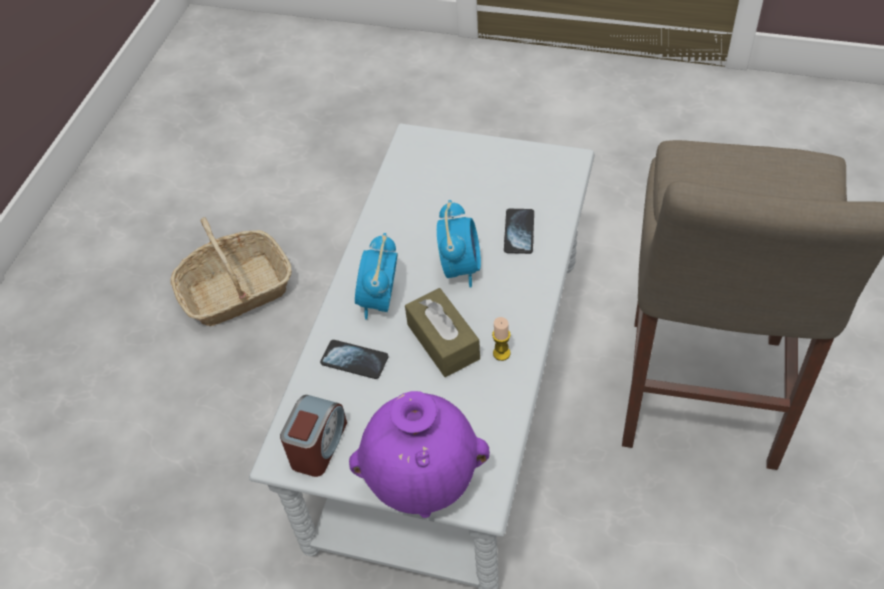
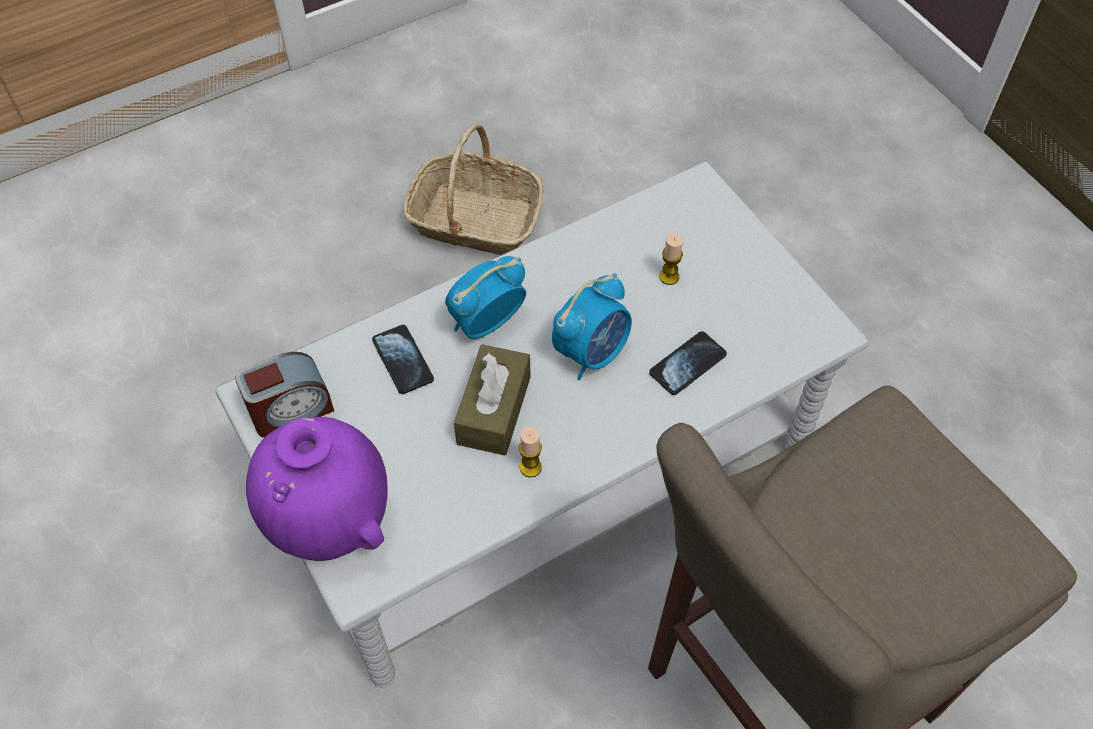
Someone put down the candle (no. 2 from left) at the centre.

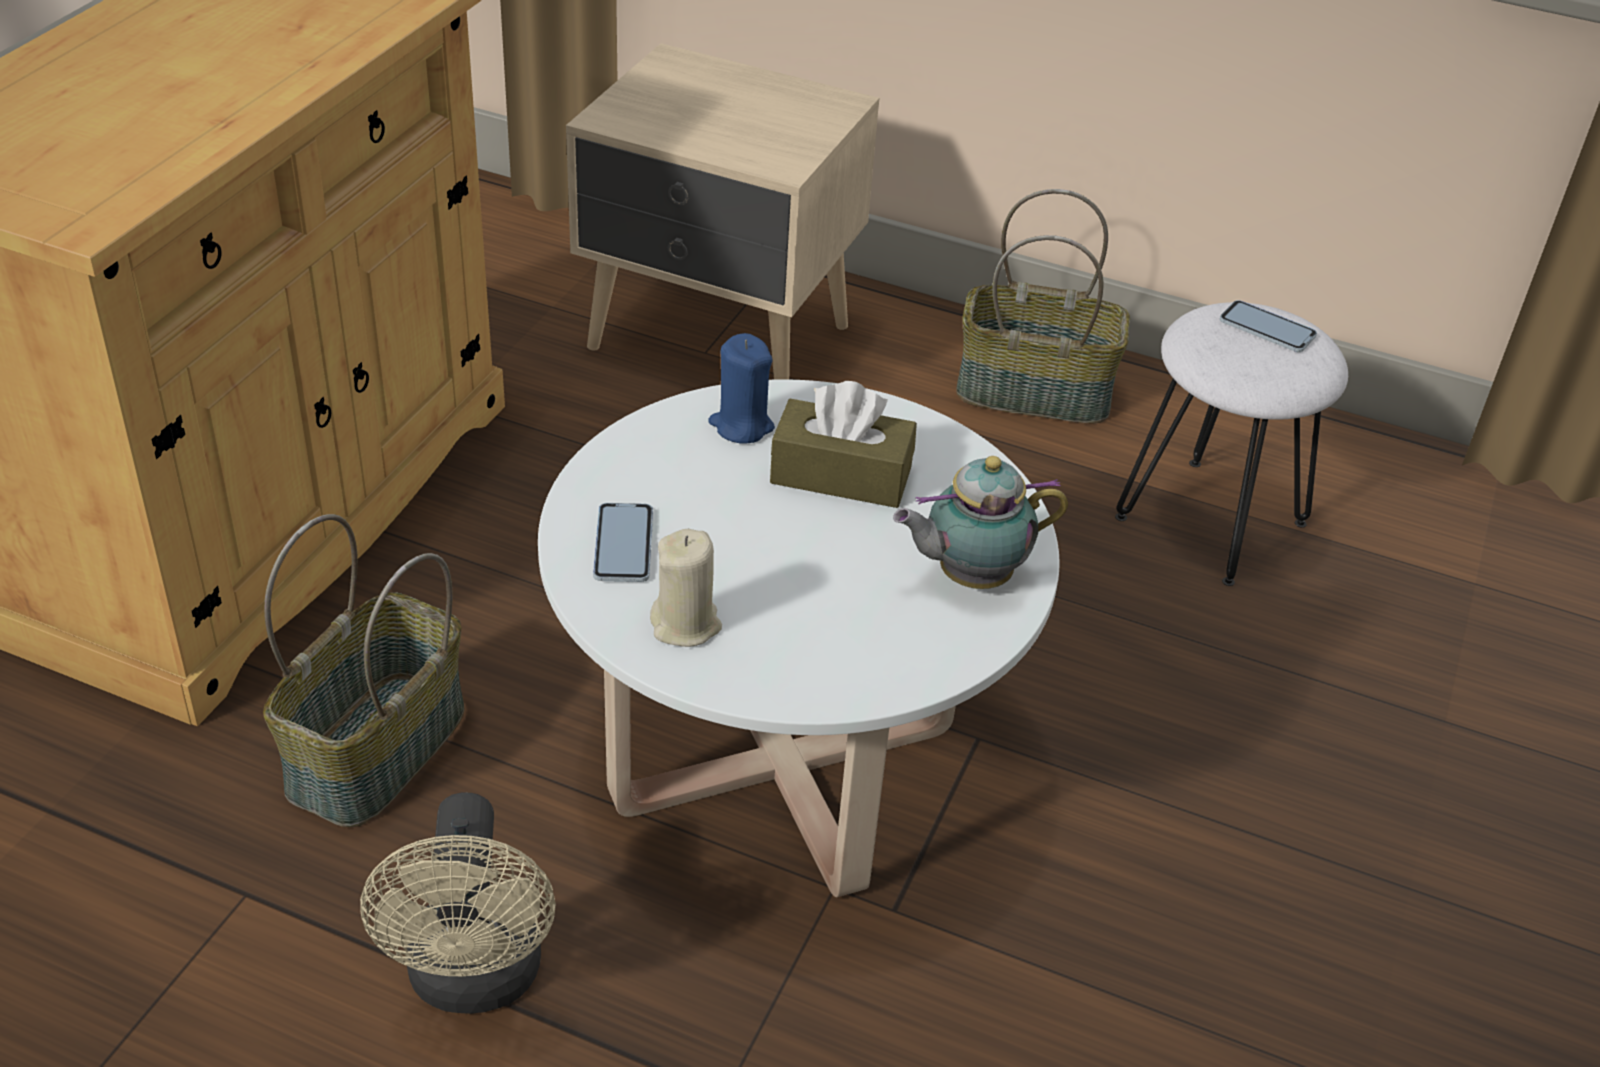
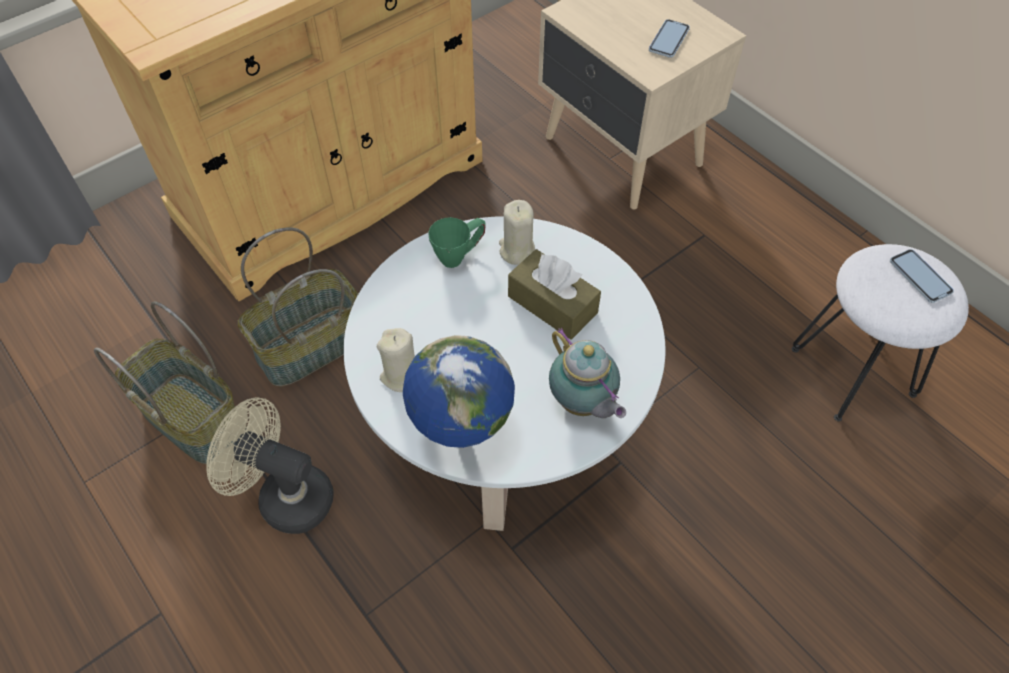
Someone carried the storage_basket (no. 2 from left in the first image) from the top centre to the middle left.
Someone rotated the beige_fan at the bottom left by 90 degrees clockwise.
Someone put down the world_globe at the centre.
Someone put down the green_coffee_mug at the centre.
Someone repainted the blue_candle at the centre, which became the beige_candle (no. 2 from left) at the centre.
Someone rotated the pot_for_tea at the centre by 135 degrees counterclockwise.
Someone carried the handset (no. 1 from left) from the centre to the top centre.

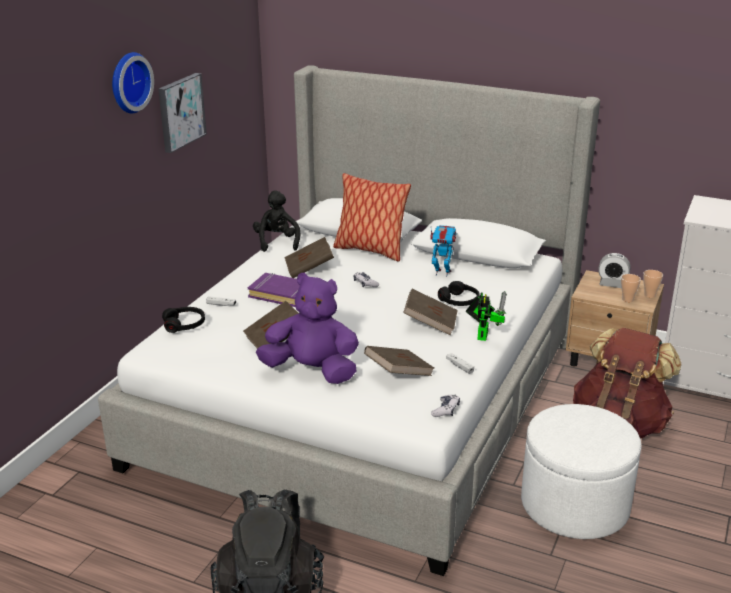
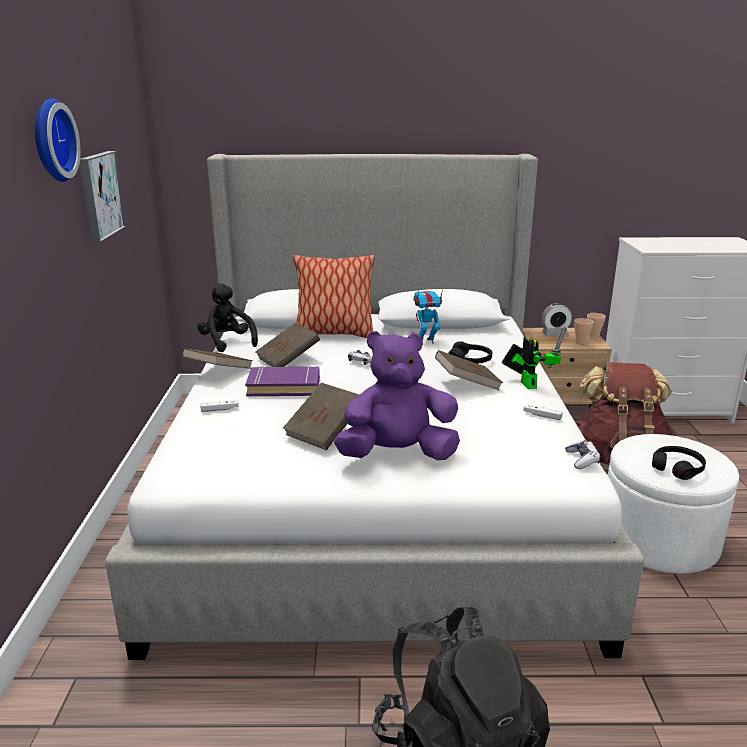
Someone carried the brown-coloured_book (no. 3 from left in the first image) from the centre to the middle left.
Someone carried the blackish_headphones (no. 1 from left in the first image) from the middle left to the middle right.

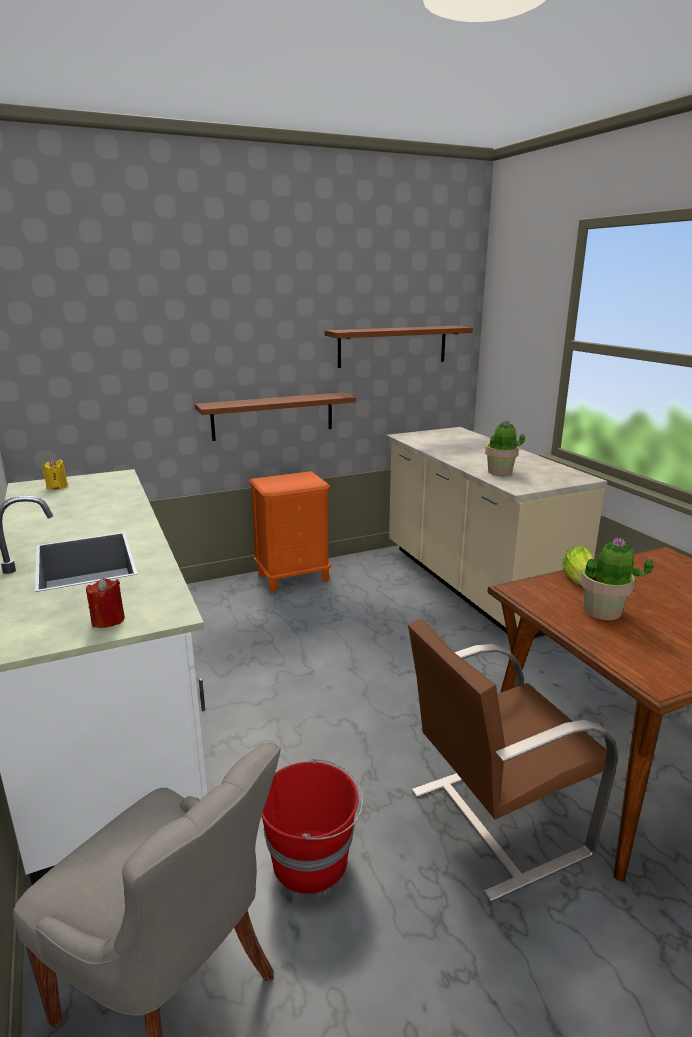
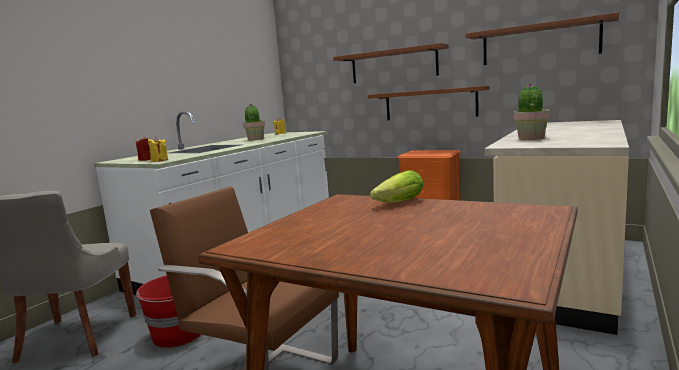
Someone put down the yellow-coloured_candle (no. 1 from left) at the middle left.
Someone carried the plant_in_a_pot (no. 2 from left in the first image) from the middle right to the top centre.
Someone put up the brown-coloured_wall_shelf (no. 1 from left) at the top centre.

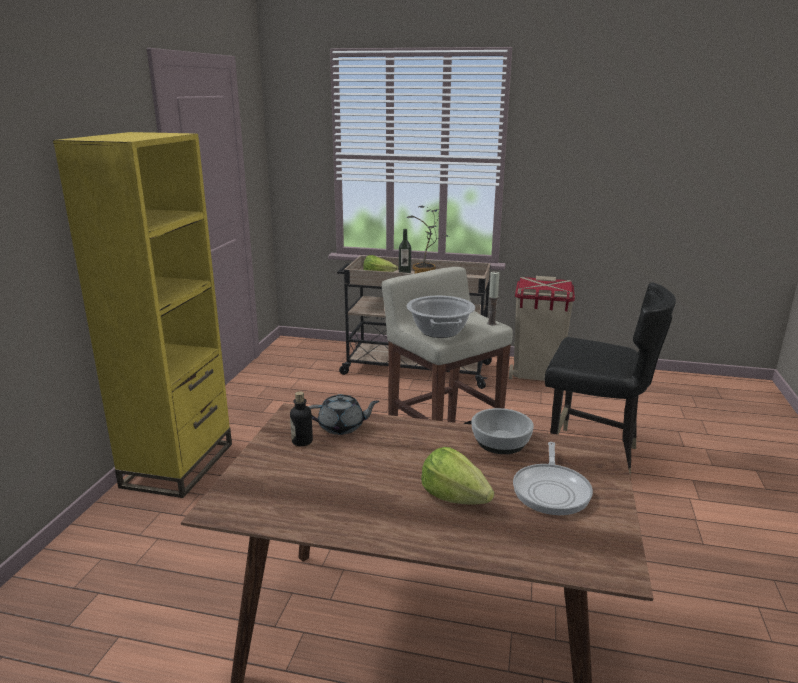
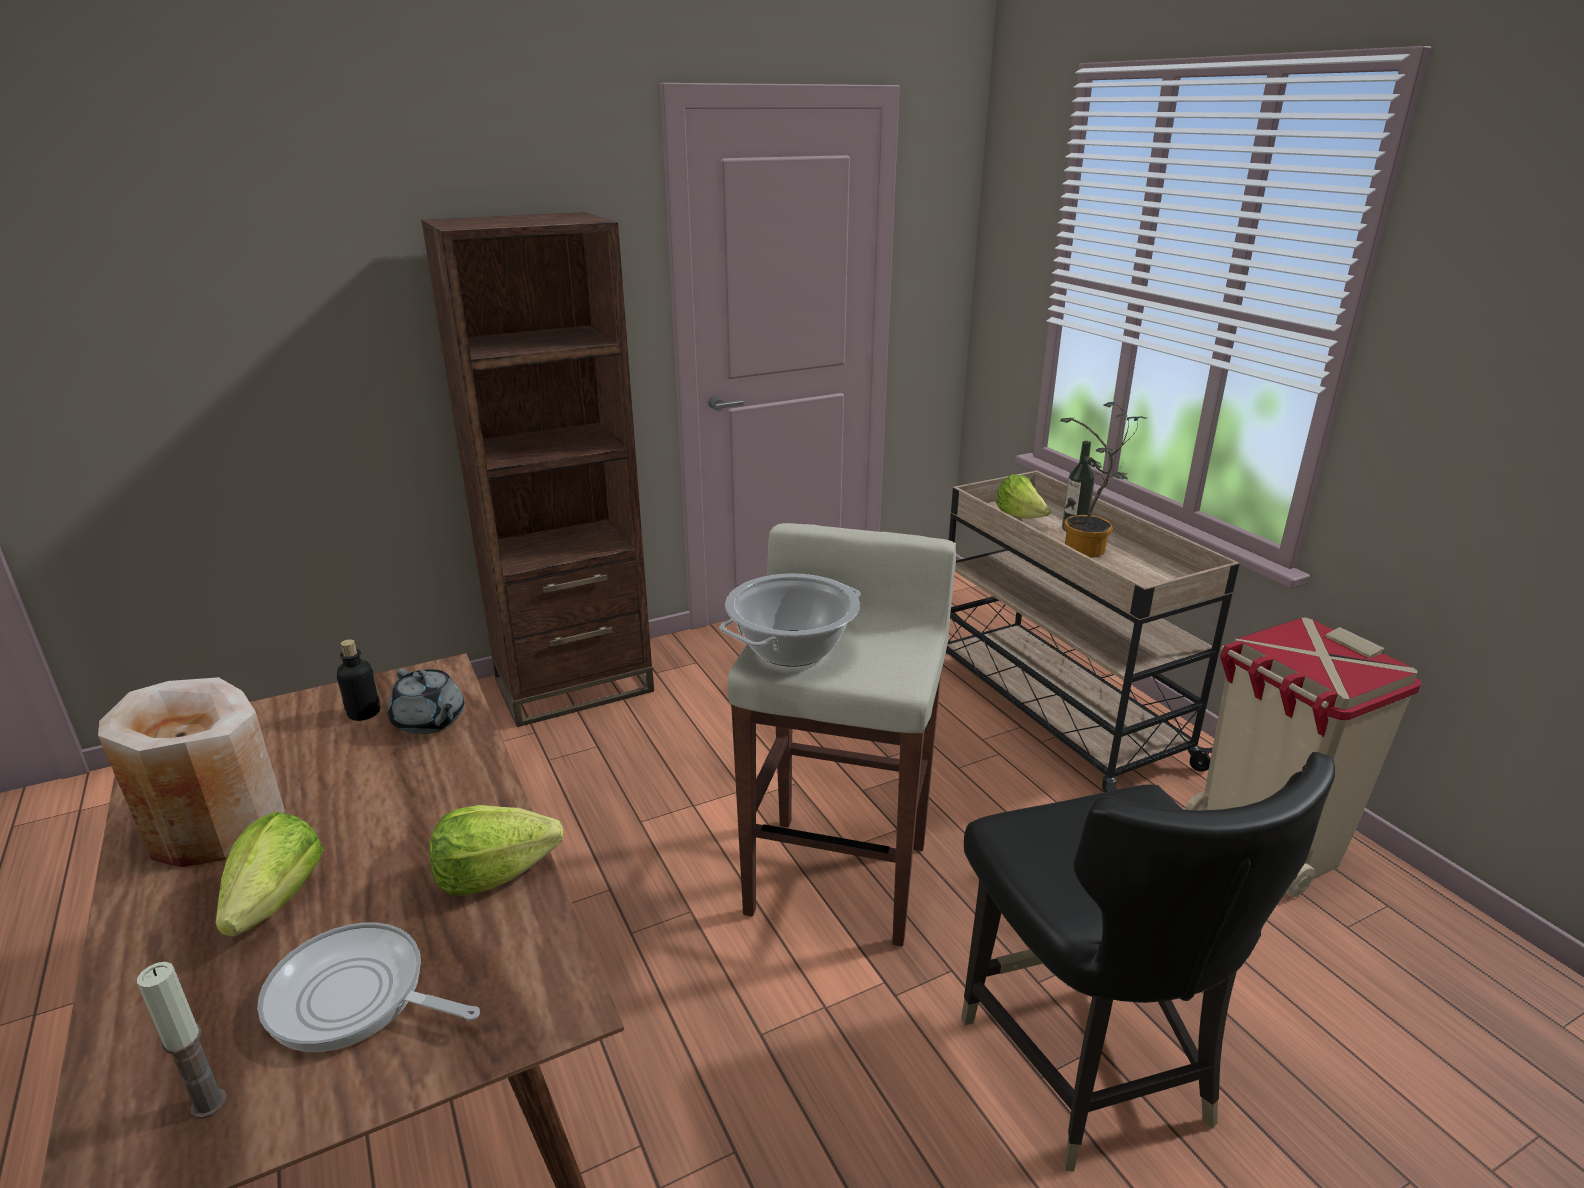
Someone put down the beige_flower_vase at the middle left.
Someone carried the candle from the centre to the bottom left.
Someone rotated the skillet at the bottom right by 45 degrees clockwise.
Someone repainted the yellow-coloured_shelving_unit at the middle left, which became the brown-coloured_shelving_unit at the centre.
Someone swapped the bowl at the centre for the lettuce (no. 2 from left) at the bottom left.

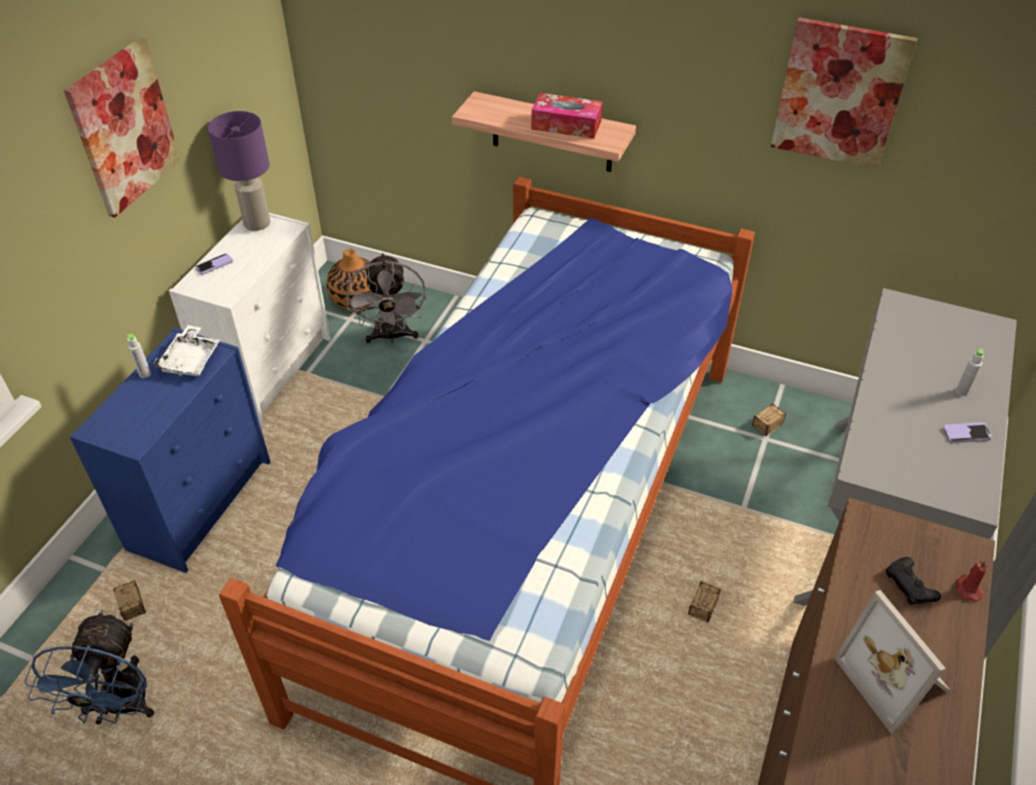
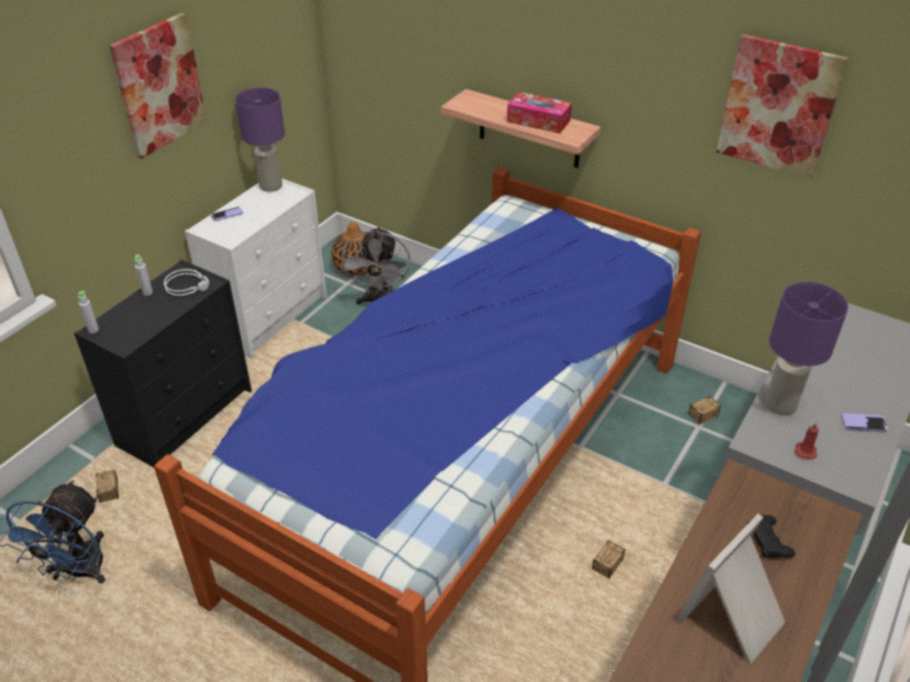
Someone repainted the blue_dresser at the middle left, which became the blackish_dresser at the middle left.
Someone carried the grey_bottle (no. 2 from left in the first image) from the middle right to the middle left.
Someone swapped the white_tray at the middle left for the grey_headphones at the middle left.
Someone rotated the standing_frame at the bottom right by 60 degrees clockwise.
Someone put down the purple_lamp_for_a_table (no. 2 from left) at the middle right.
Someone carried the reddish_candle from the bottom right to the middle right.

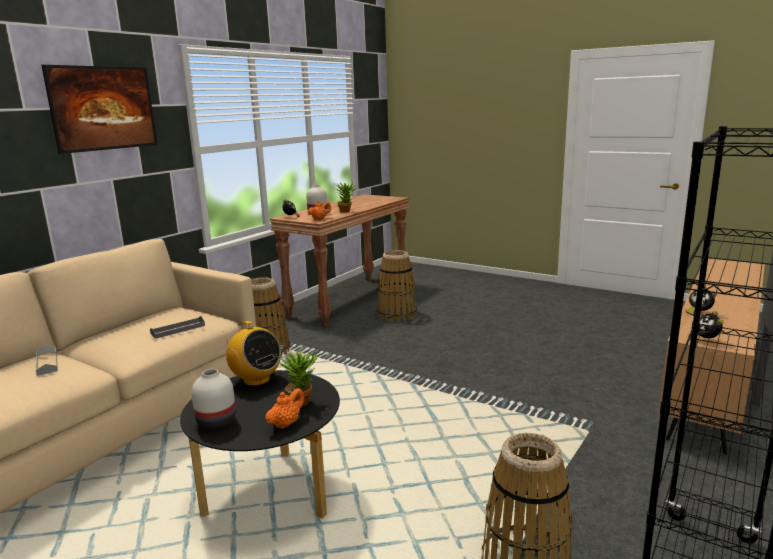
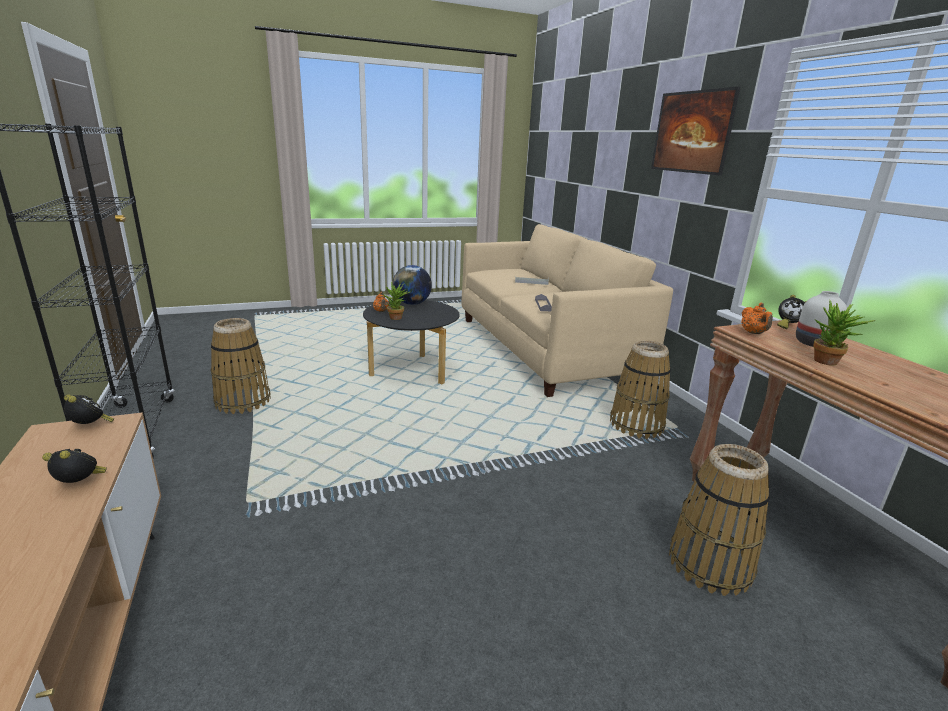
Someone swapped the white_flower_vase (no. 1 from left) at the bottom left for the world_globe at the centre.
Someone took away the radio_receiver at the middle left.

